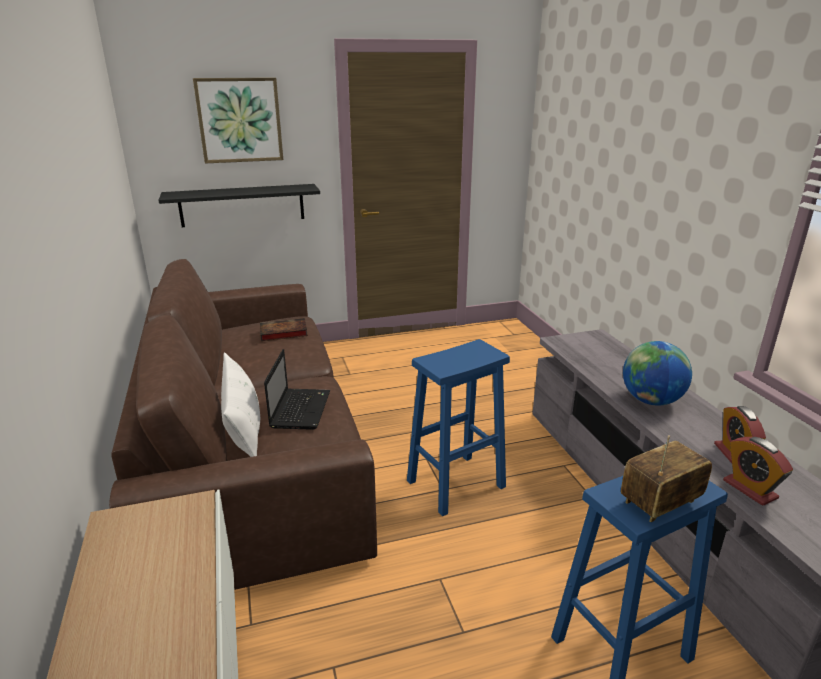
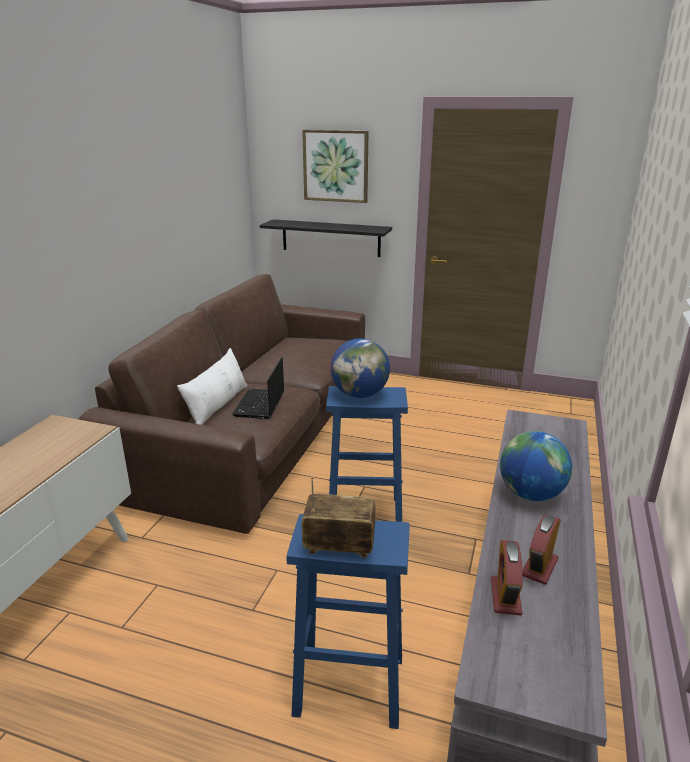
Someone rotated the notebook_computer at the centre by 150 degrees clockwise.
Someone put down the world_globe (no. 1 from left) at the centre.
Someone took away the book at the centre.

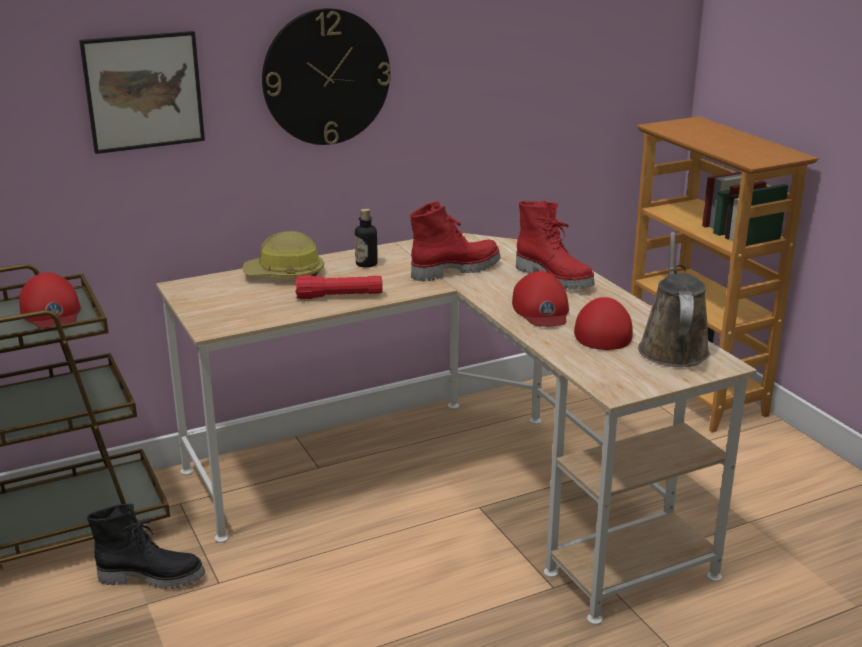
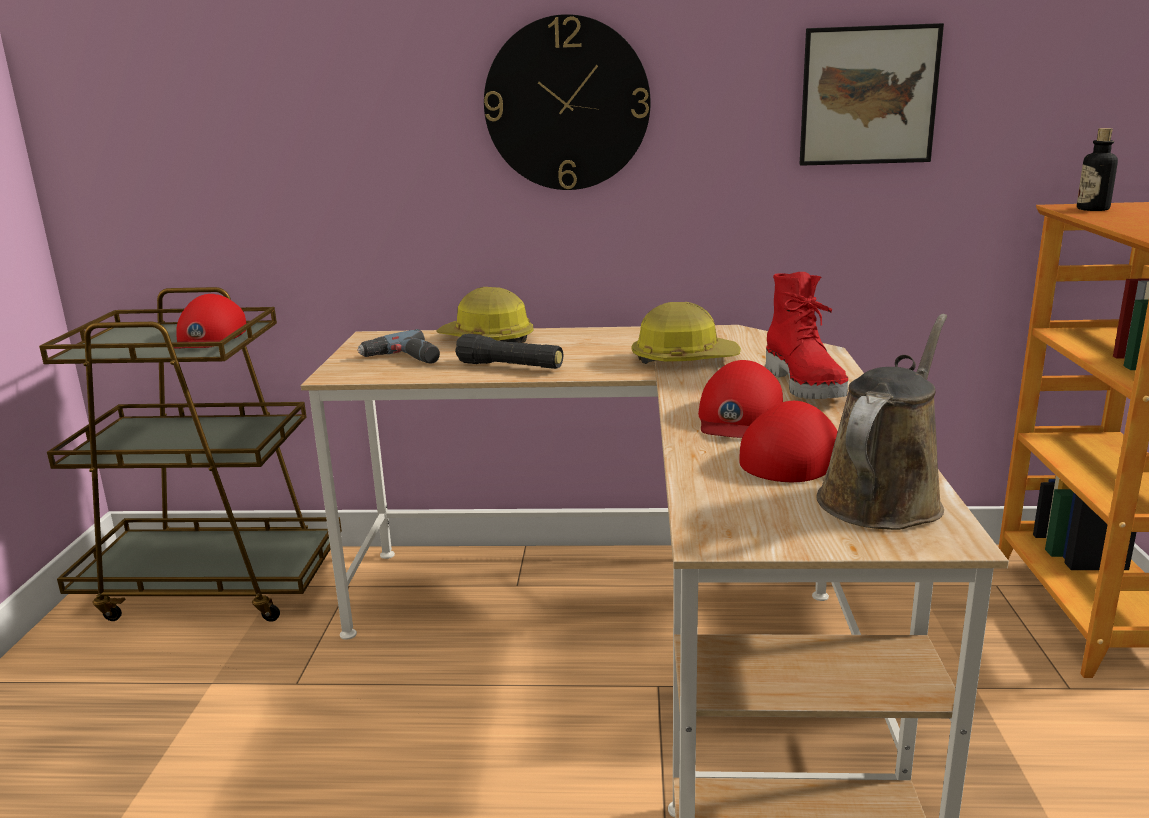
Someone put down the electric_drill at the centre.
Someone repainted the reddish_hand_torch at the centre, which became the blackish_hand_torch at the centre.
Someone swapped the reddish_boot (no. 1 from left) at the centre for the hard_hat (no. 2 from left) at the centre.
Someone carried the wall_picture from the top left to the top right.
Someone carried the bottle from the centre to the top right.
Someone took away the blackish_boot at the bottom left.

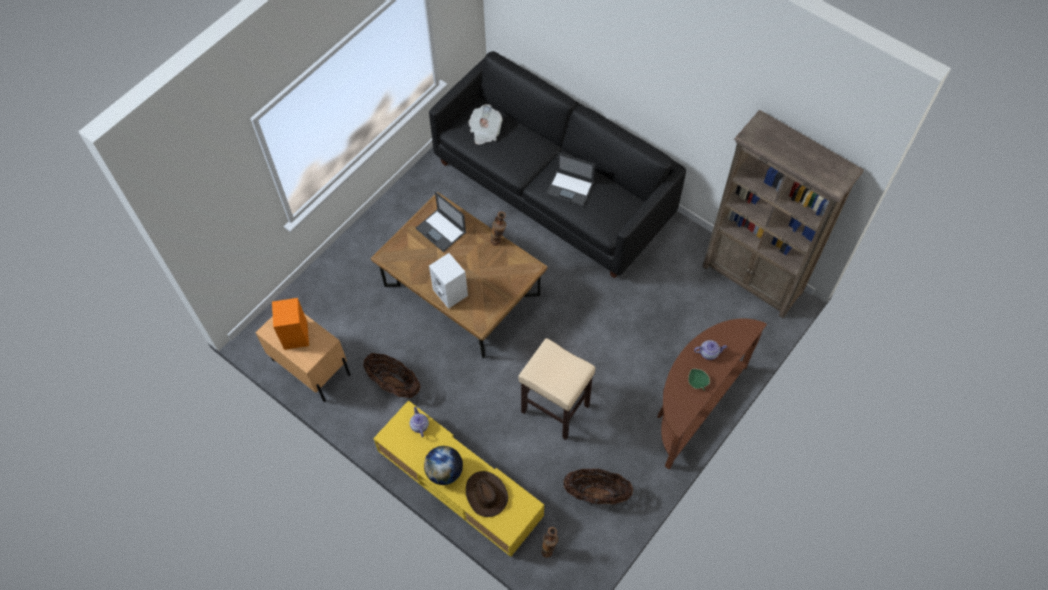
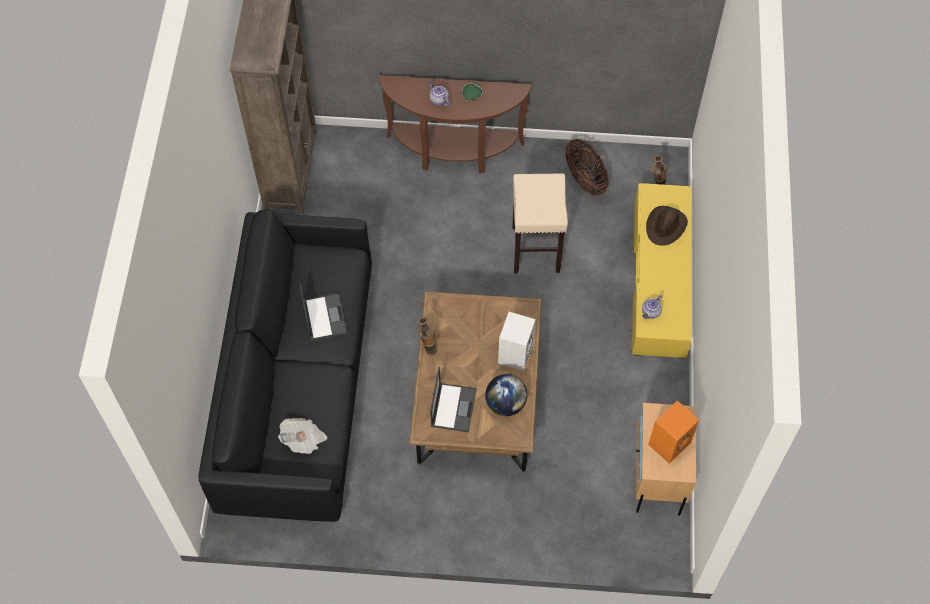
Someone carried the world_globe from the bottom centre to the centre.
Someone took away the storage_basket (no. 1 from left) at the centre.

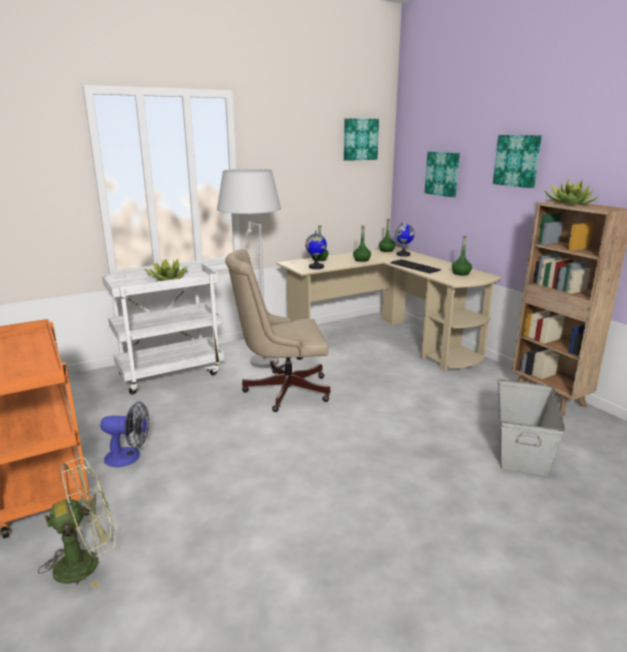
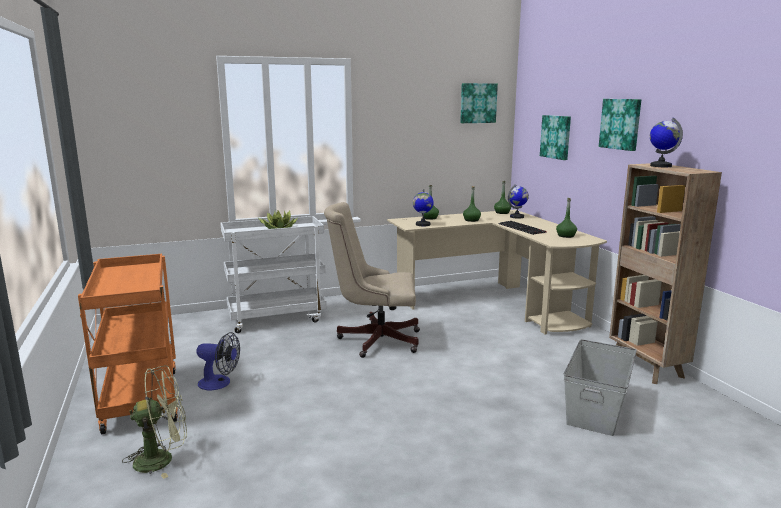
Someone swapped the plant_in_a_pot (no. 2 from left) at the top right for the world_globe (no. 3 from left) at the top right.
Someone took away the white_standard_lamp at the centre.

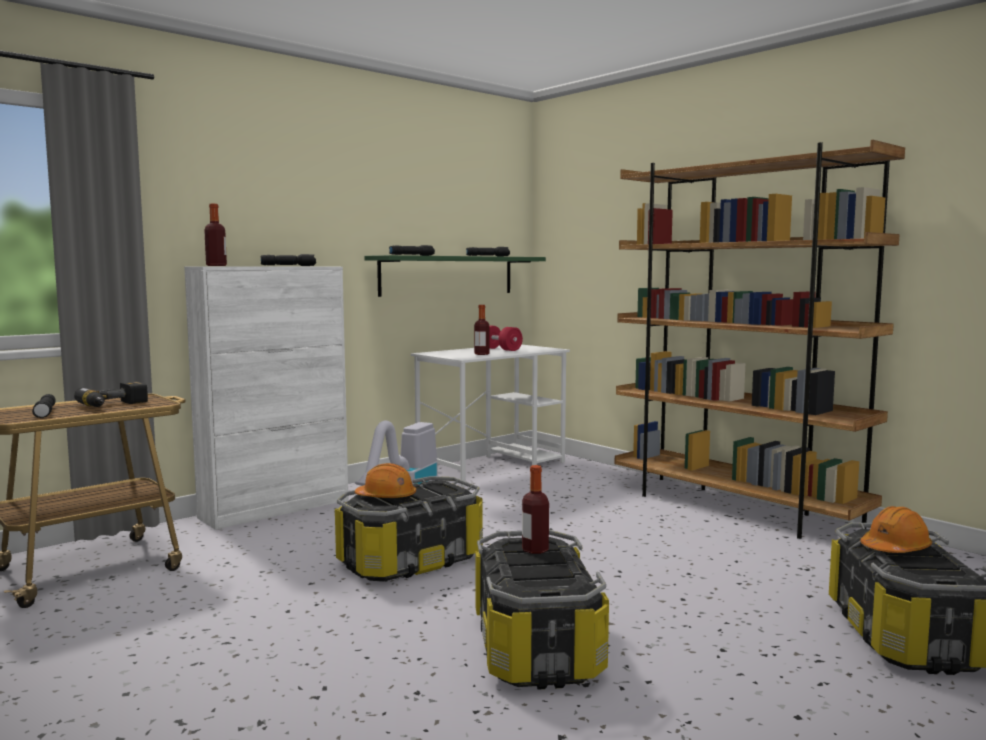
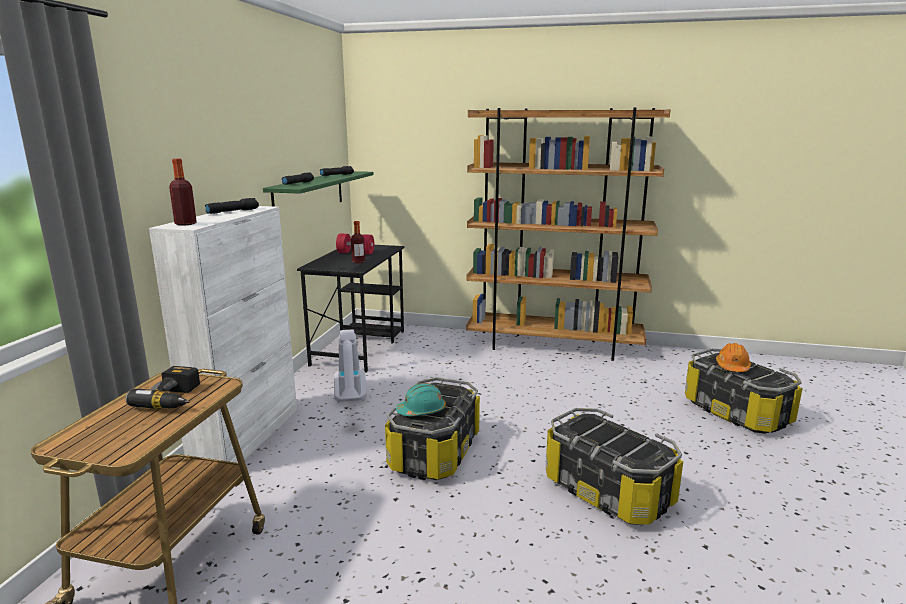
Someone repainted the white_desk_unit at the centre, which became the blackish_desk_unit at the centre.
Someone repainted the orange_hard_hat (no. 1 from left) at the centre, which became the turquoise-coloured_hard_hat at the centre.
Someone took away the blackish_hand_torch (no. 1 from left) at the middle left.
Someone took away the bottle (no. 3 from left) at the bottom centre.

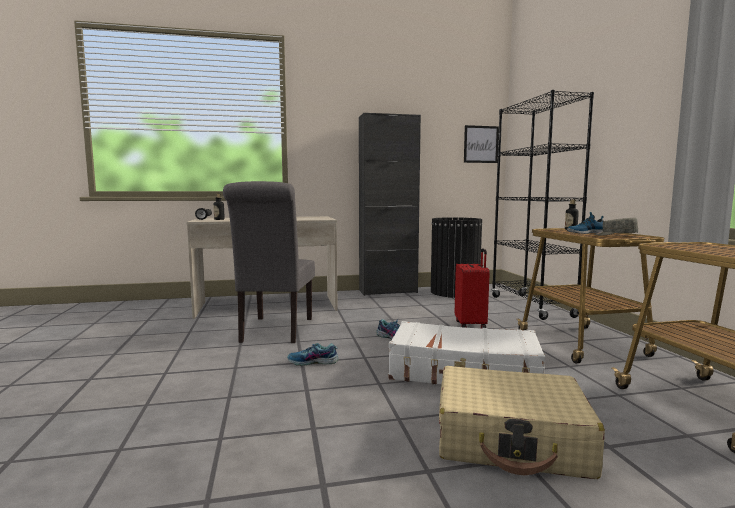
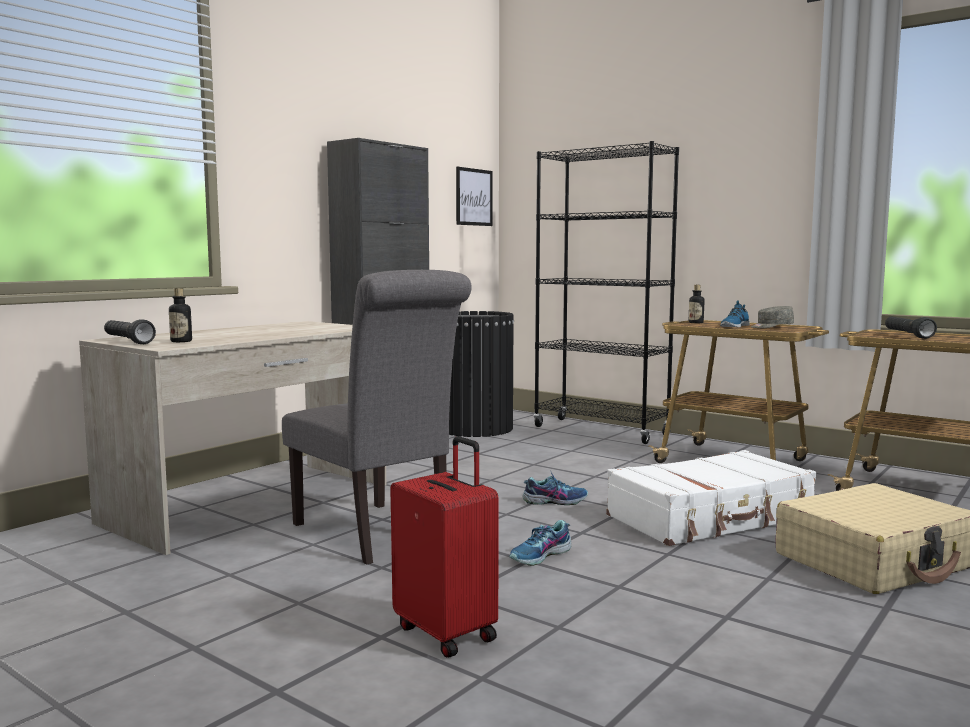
Someone carried the reddish_suitcase from the centre to the bottom centre.
Someone put down the blackish_hand_torch (no. 2 from left) at the middle right.

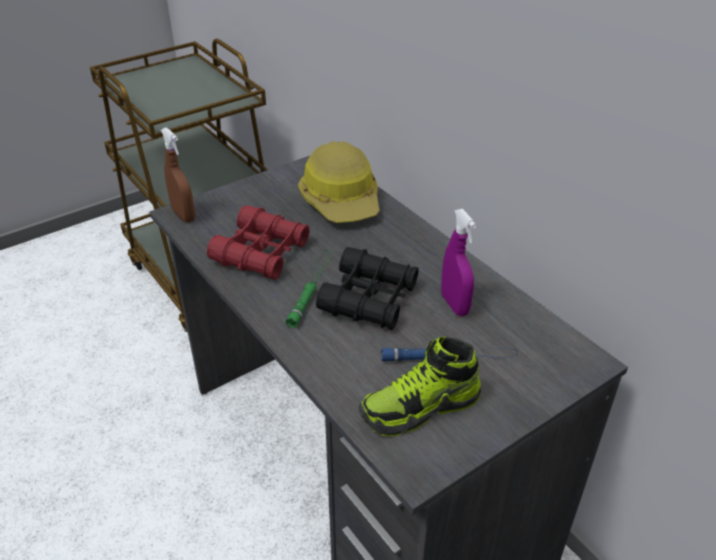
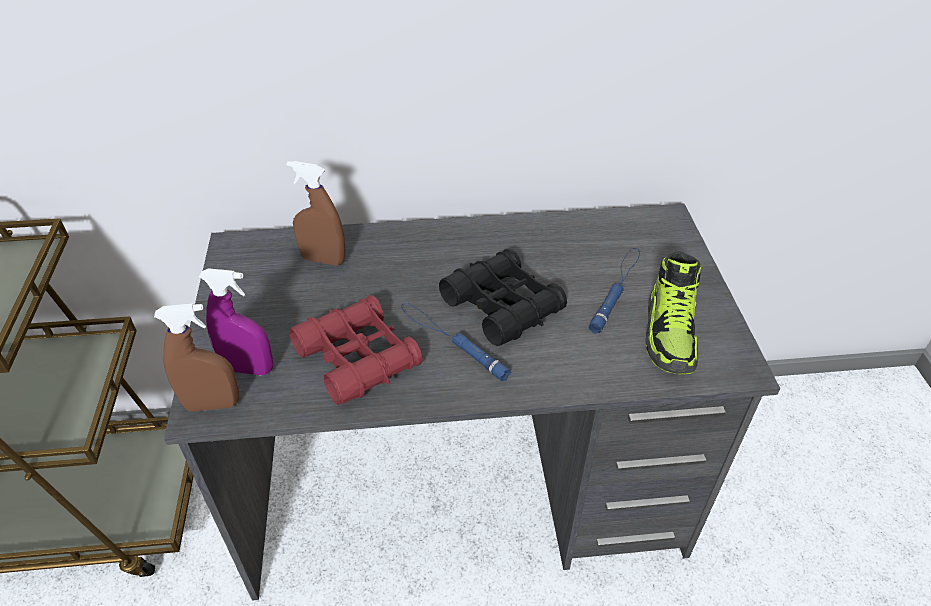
Someone carried the purple_hand_sprayer from the centre to the middle left.
Someone swapped the hard_hat at the top centre for the brown-coloured_hand_sprayer (no. 2 from left) at the centre.
Someone repainted the green_hand_torch at the centre, which became the blue_hand_torch (no. 1 from left) at the centre.

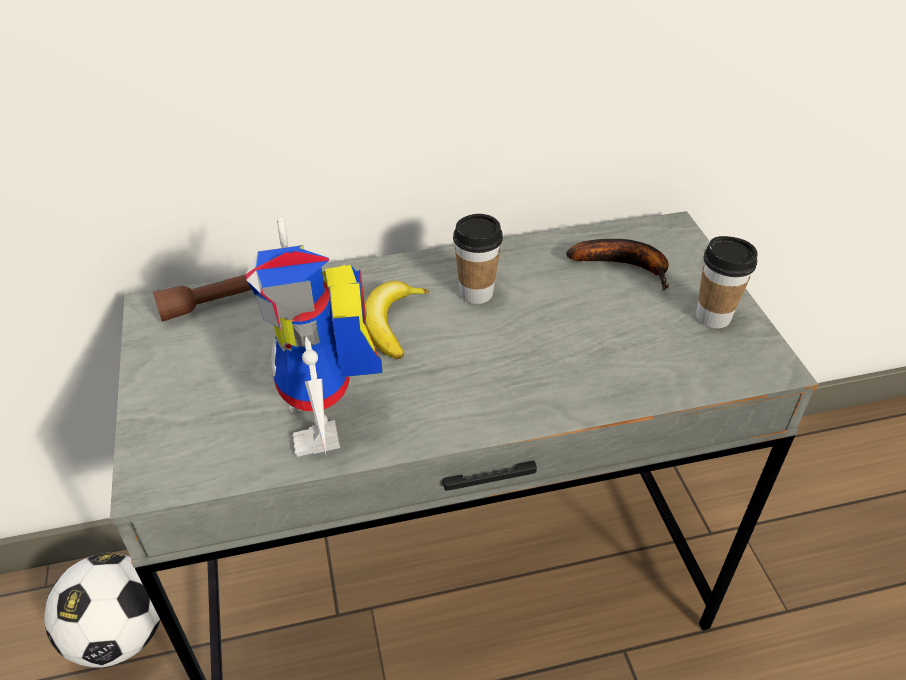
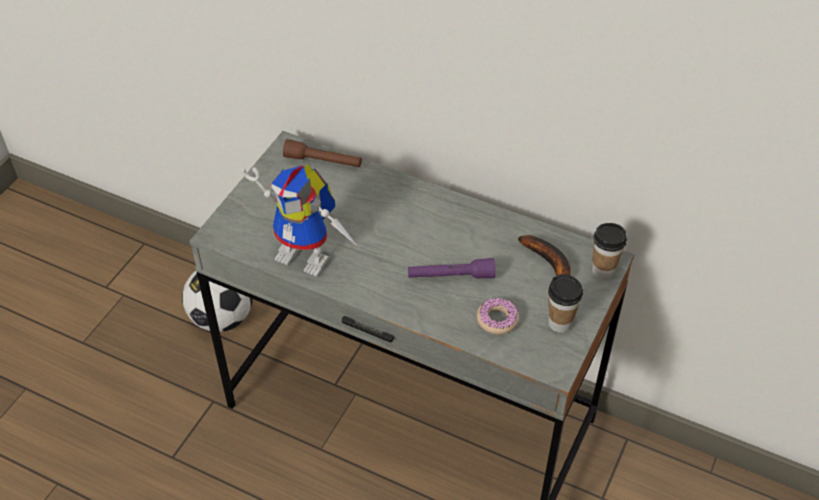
Someone rotated the toy_robot at the centre by 90 degrees counterclockwise.
Someone put down the purple_hand_torch at the centre.
Someone put down the ring_doughnut at the centre.
Someone carried the cup (no. 1 from left in the first image) from the centre to the middle right.
Someone took away the banana_fruit (no. 1 from left) at the centre.

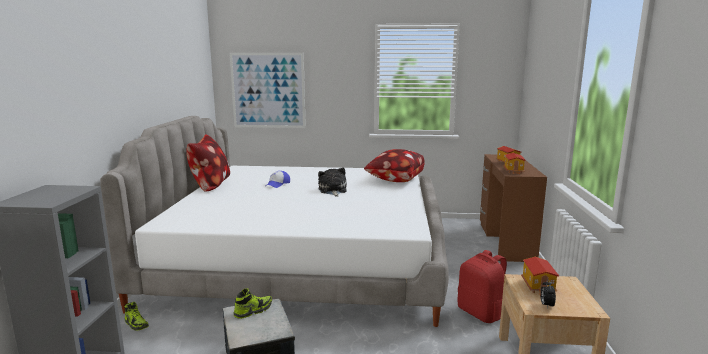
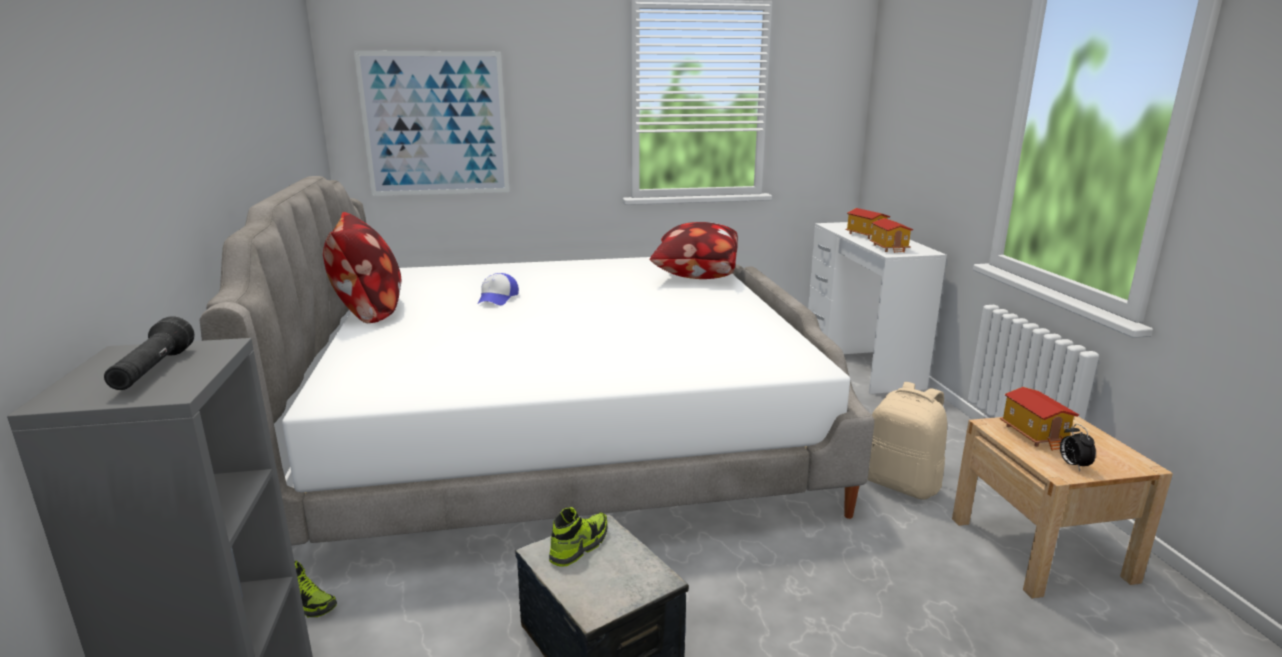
Someone put down the blackish_hand_torch at the middle left.
Someone repainted the brown-coloured_desk_unit at the middle right, which became the white_desk_unit at the middle right.
Someone repainted the reddish_backpack at the bottom right, which became the beige_backpack at the bottom right.
Someone took away the cuddly_toy at the centre.

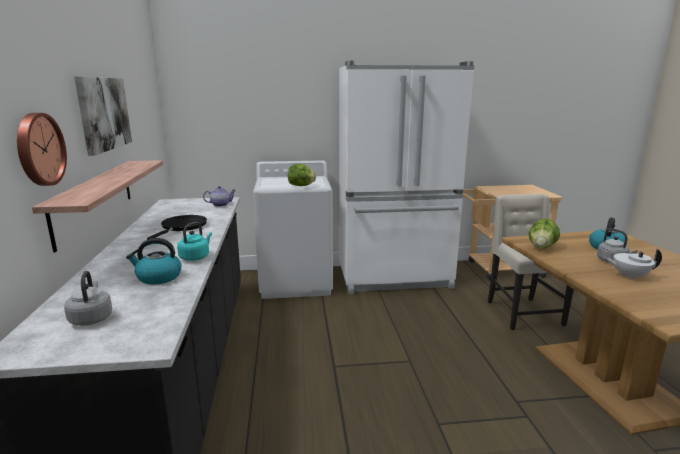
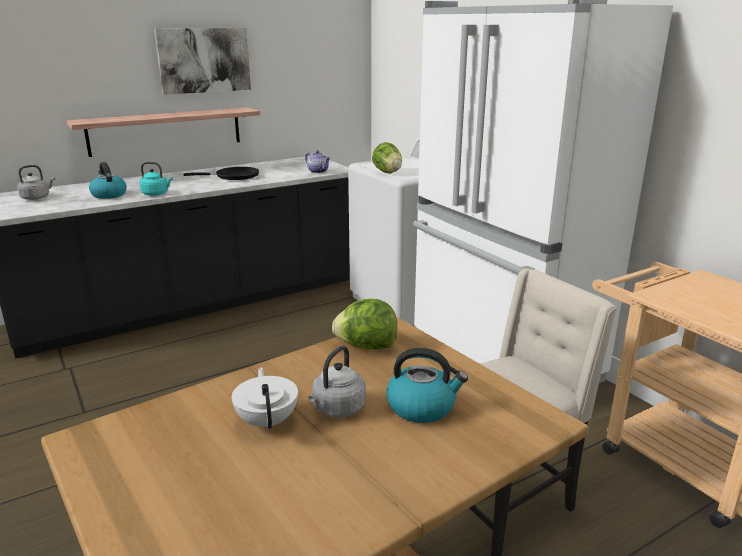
Someone took away the wall_clock at the top left.

